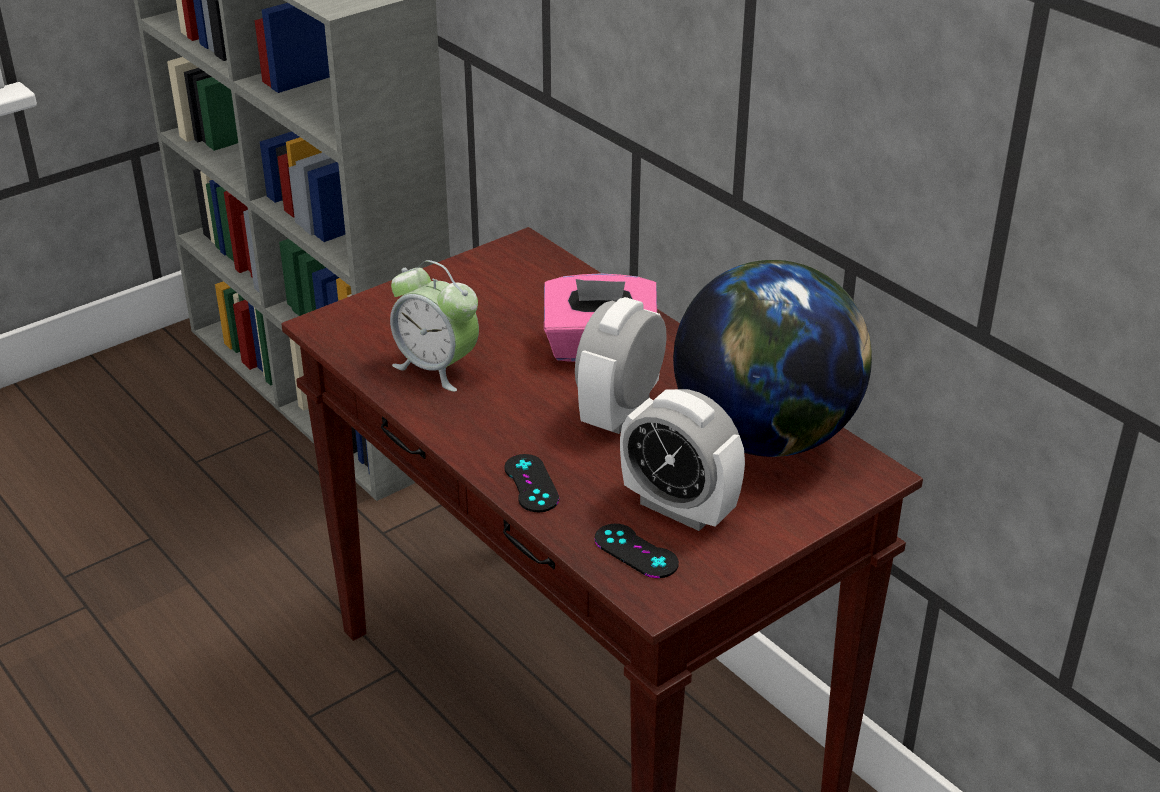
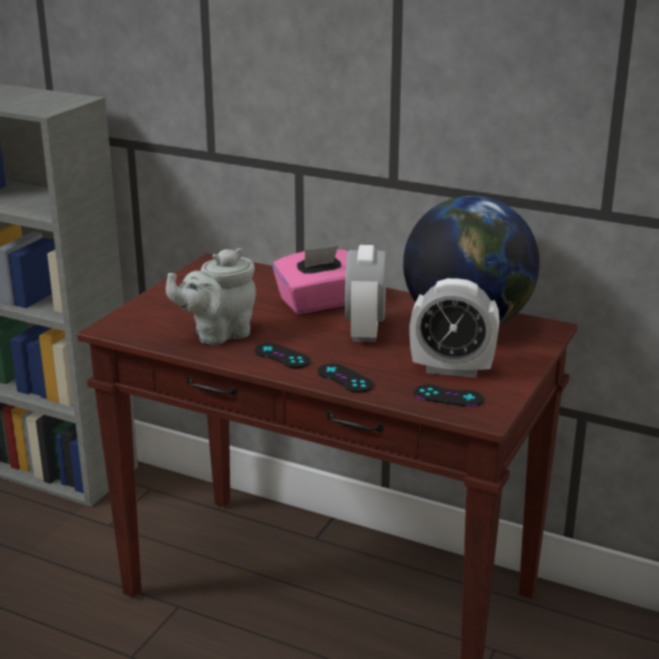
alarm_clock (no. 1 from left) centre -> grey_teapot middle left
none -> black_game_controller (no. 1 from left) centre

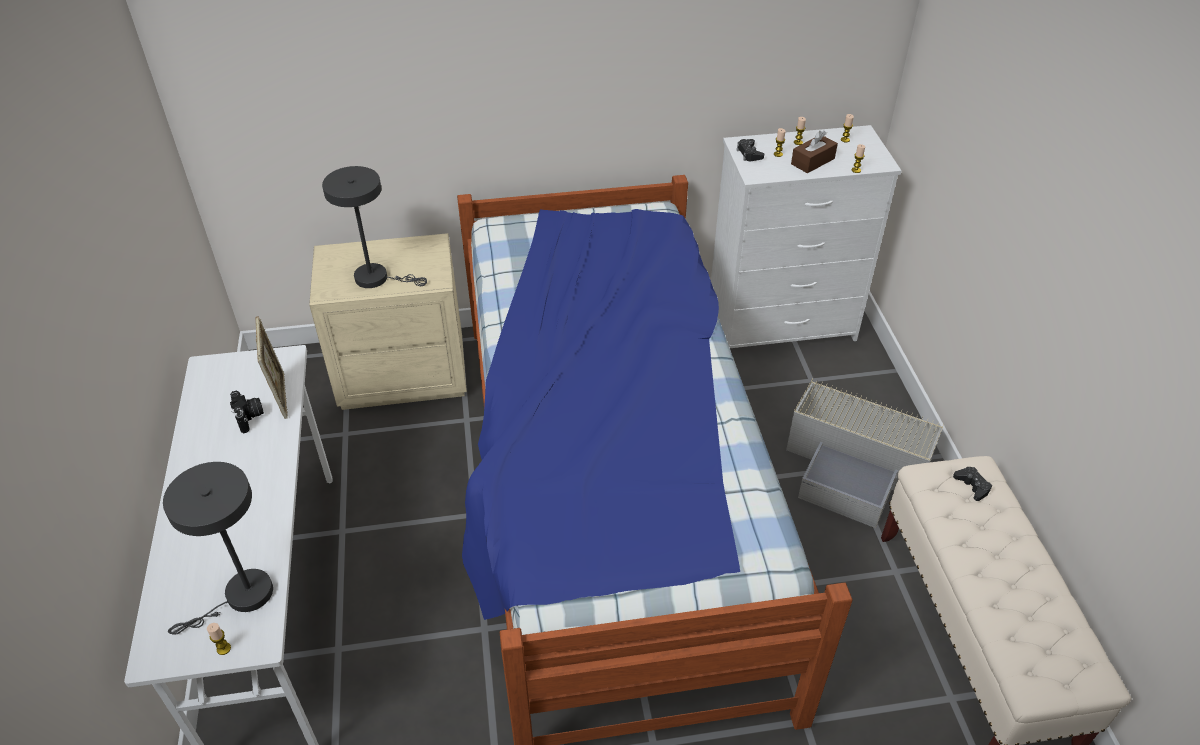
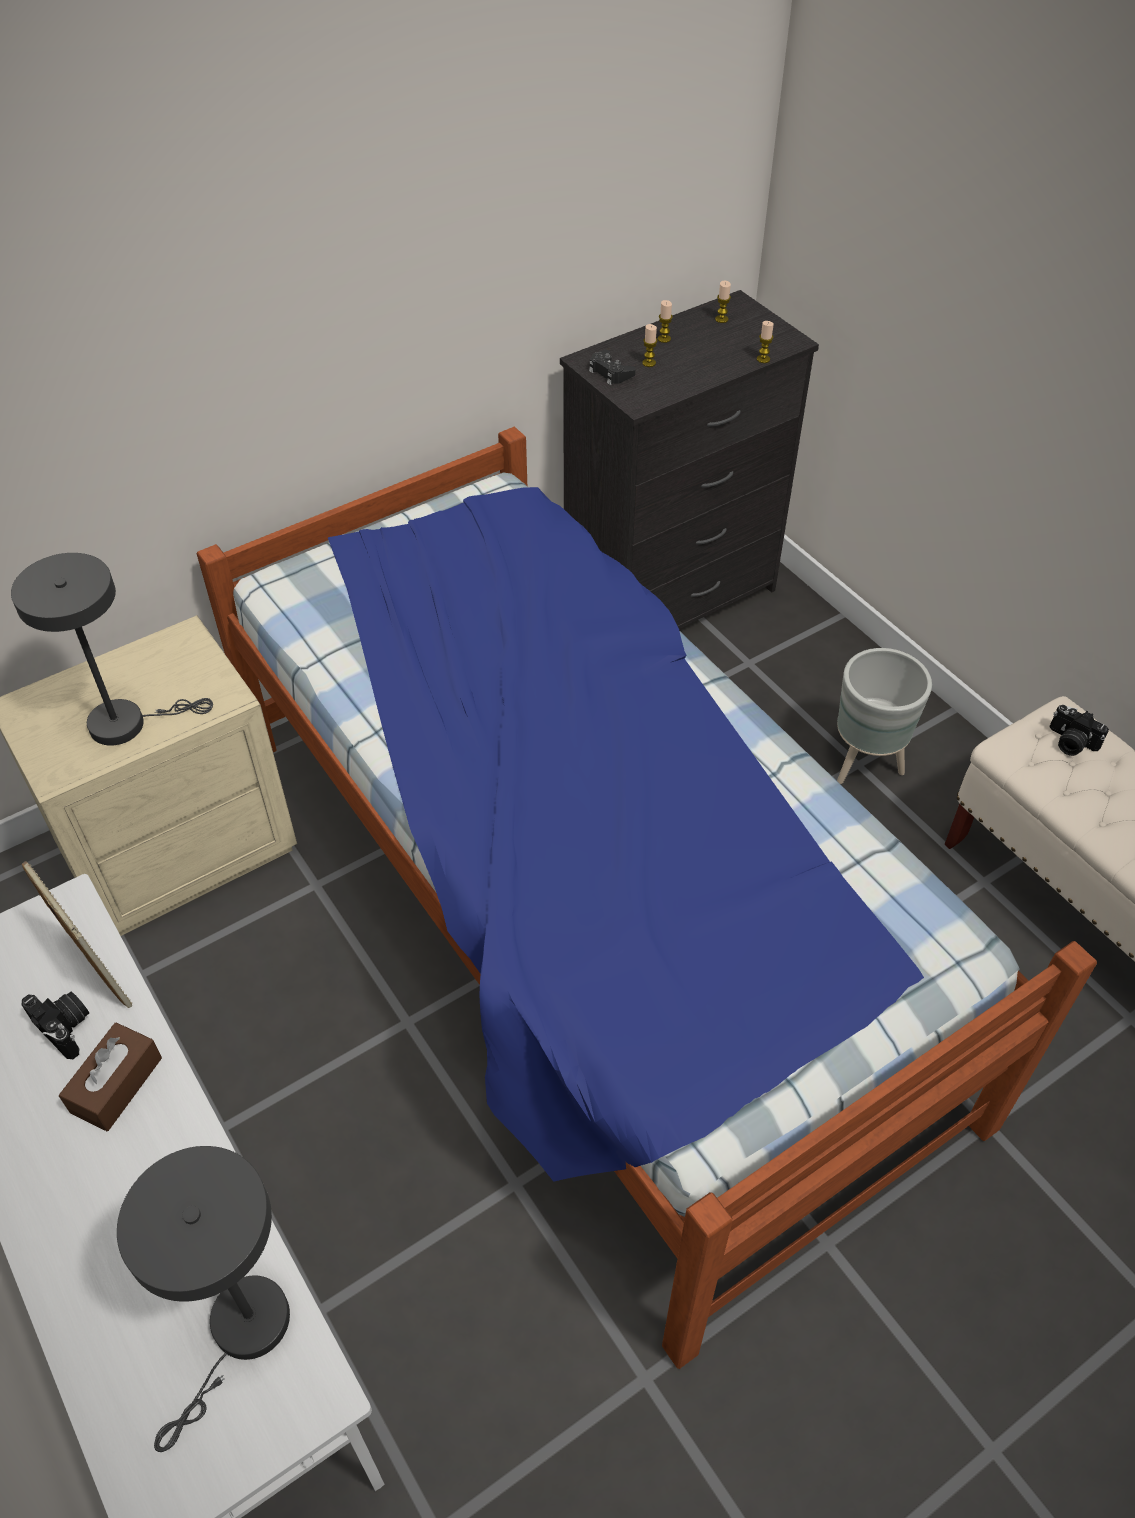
white_dresser top right -> black_dresser top centre
brown_tissue_box top right -> brown_tissue_box bottom left, relocated
grey_storage_box middle right -> grey_planter middle right
black_game_controller (no. 2 from left) middle right -> photo_camera (no. 2 from left) middle right
candle (no. 1 from left) bottom left -> none

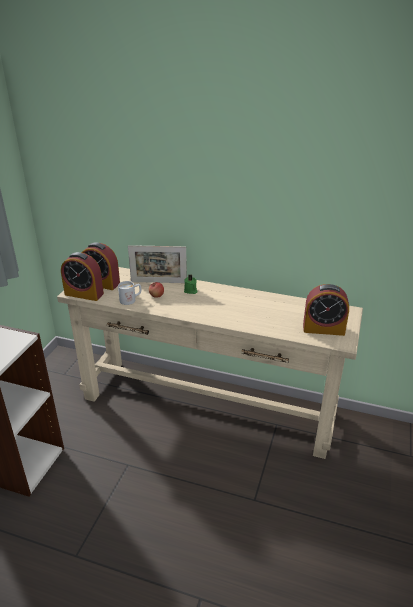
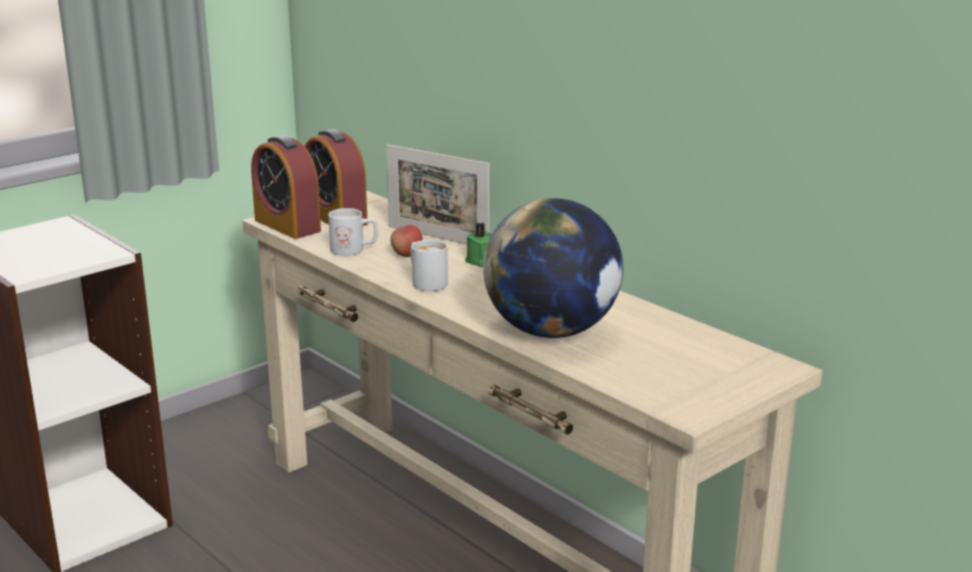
alarm_clock (no. 3 from left) middle right -> none
none -> globe centre
none -> white_mug (no. 2 from left) centre

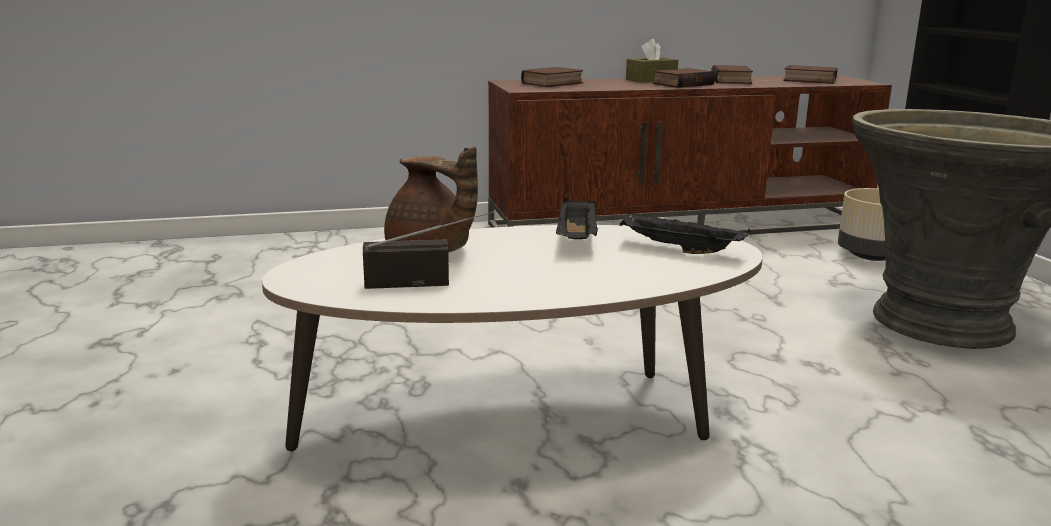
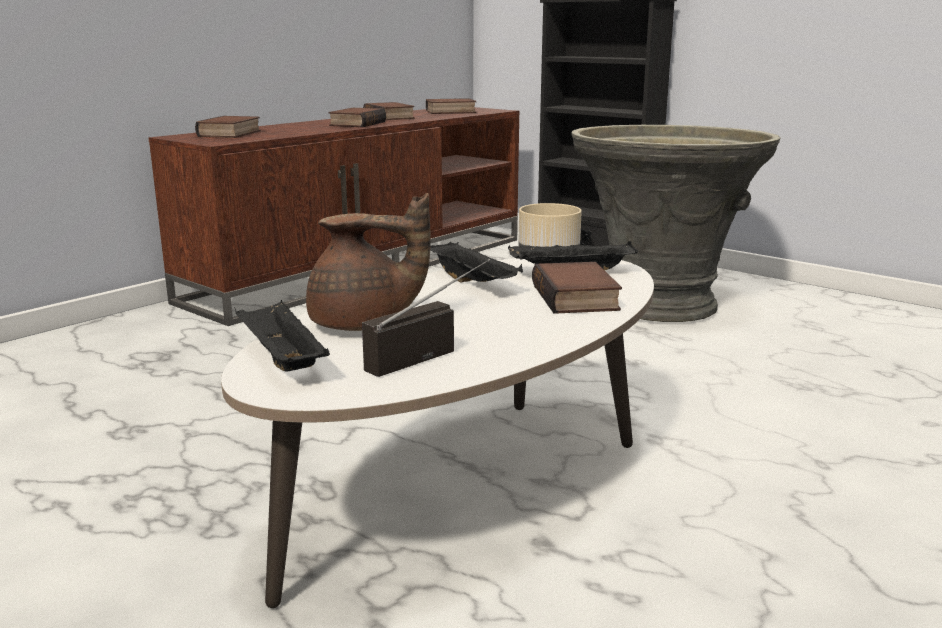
brown_tissue_box top centre -> none
none -> book (no. 5 from left) centre
none -> black_tray (no. 1 from left) middle left

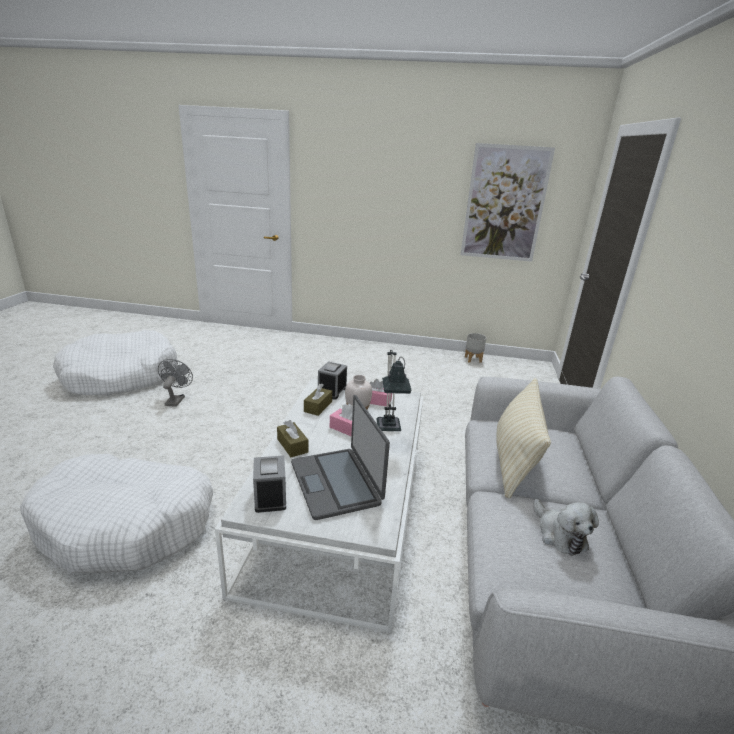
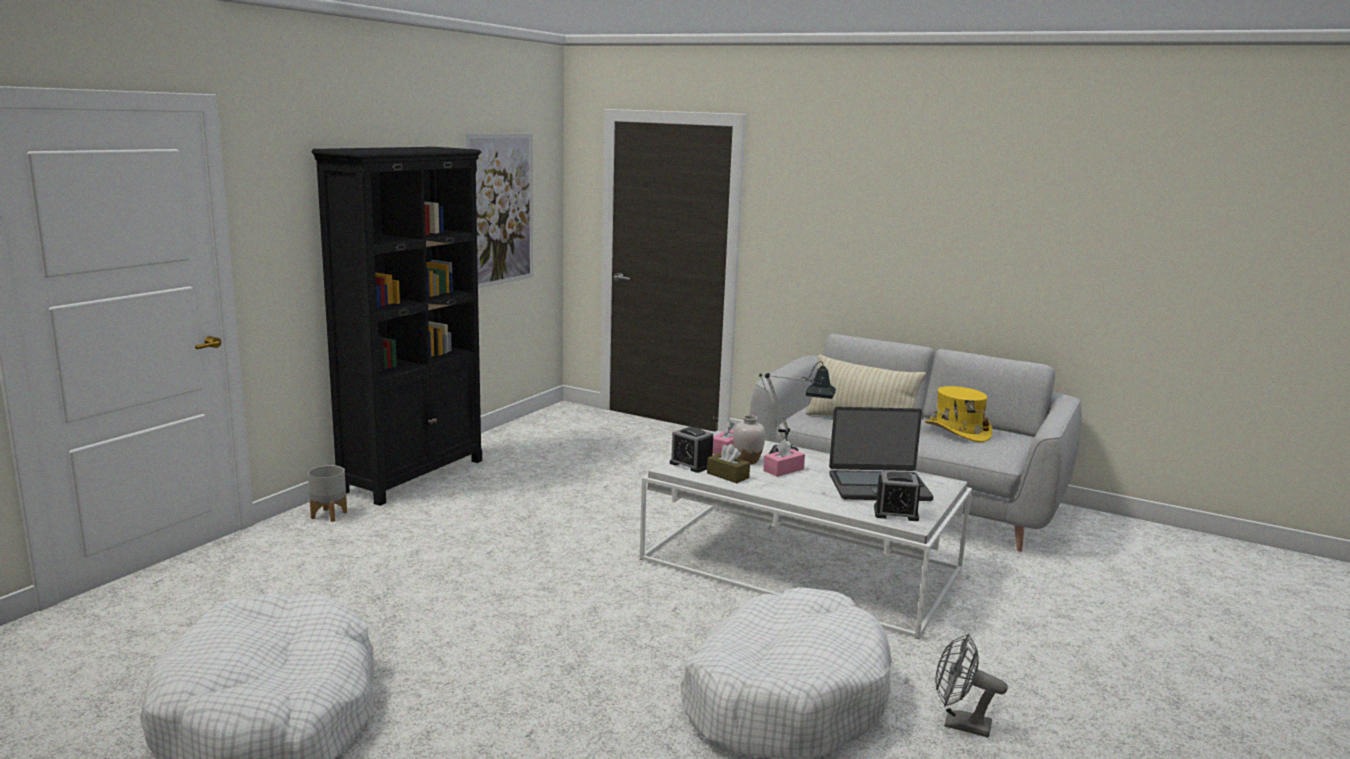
grey_planter centre -> grey_planter middle left, relocated
grey_fan middle left -> grey_fan bottom right, relocated
brown_tissue_box (no. 1 from left) centre -> none
plush_toy bottom right -> yellow_hat middle right
none -> black_bookcase middle left

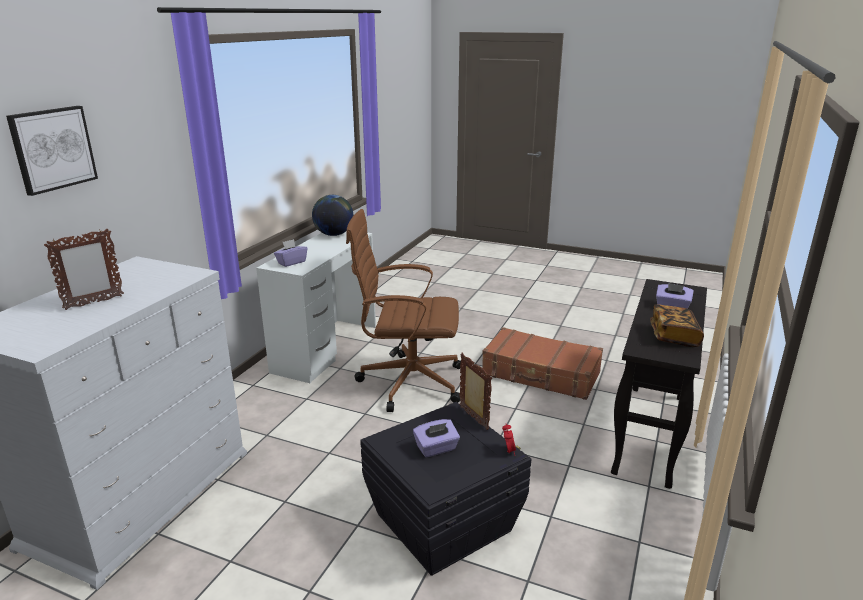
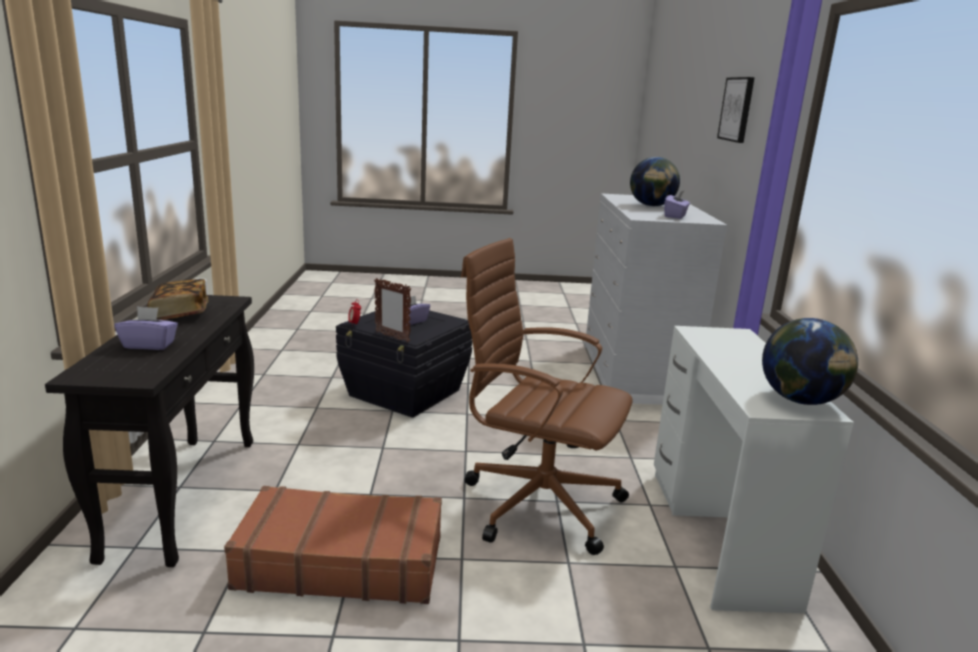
brown_office_chair centre, 135 degrees counterclockwise
picture_frame (no. 1 from left) middle left -> globe (no. 1 from left) top right
purple_tissue_box (no. 1 from left in the first image) centre -> purple_tissue_box (no. 3 from left) top right, relocated

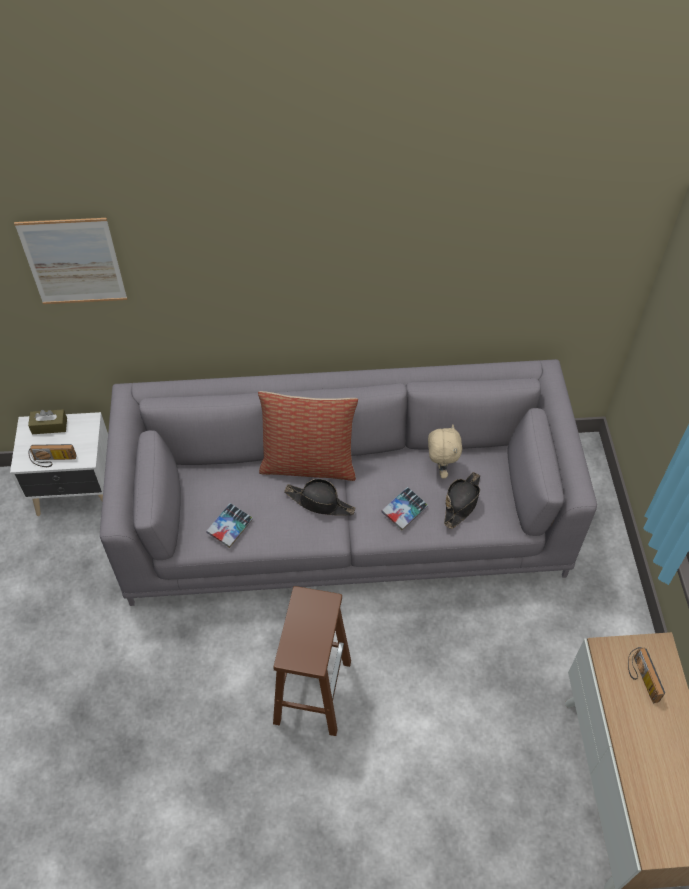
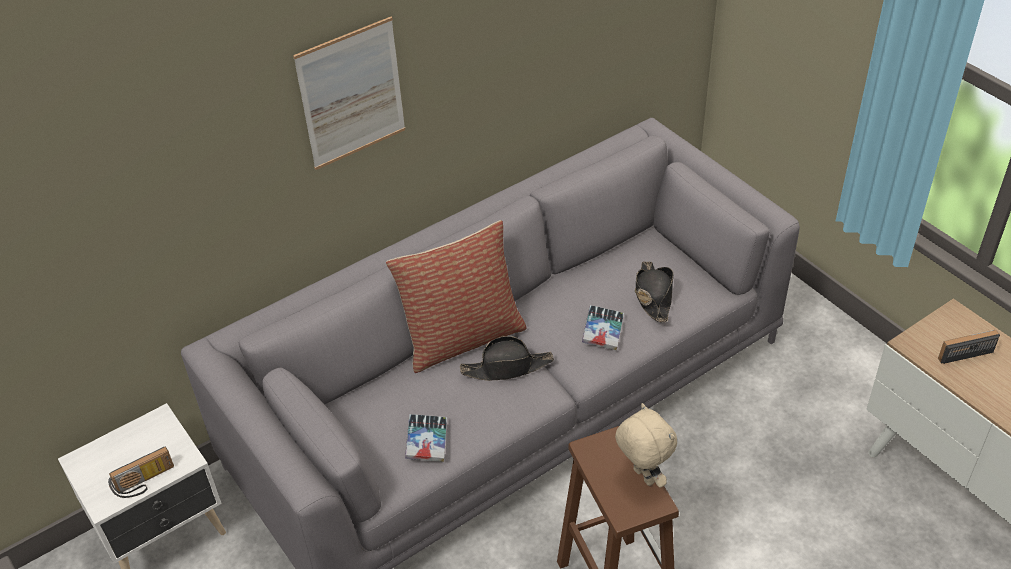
picture top left -> picture top centre, relocated
brown_tissue_box middle left -> none
beige_plush_toy centre -> beige_plush_toy bottom centre, relocated
radio (no. 2 from left) bottom right -> radio (no. 2 from left) middle right, 120 degrees clockwise

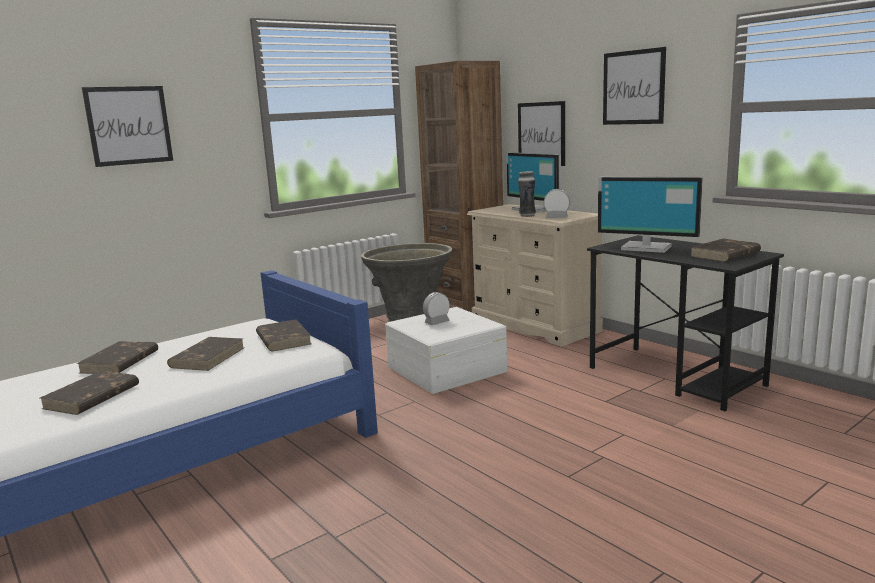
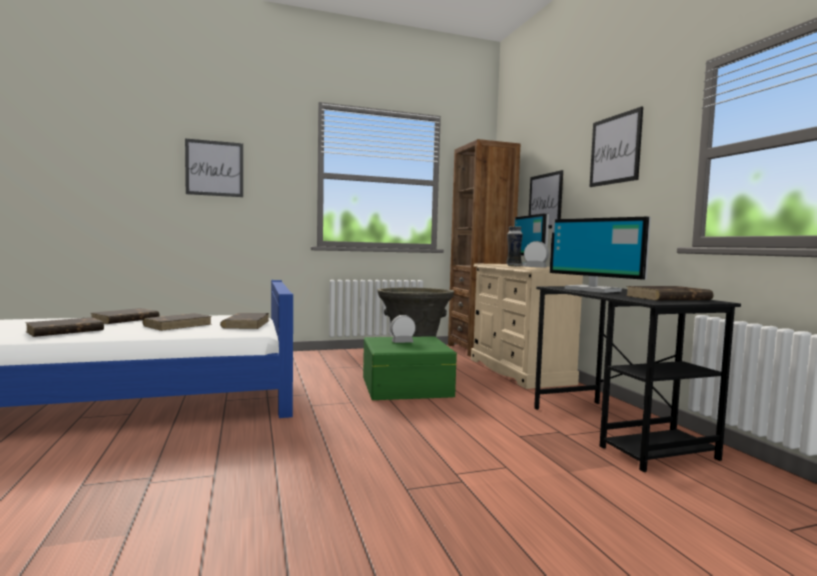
white_storage_box centre -> green_storage_box centre

